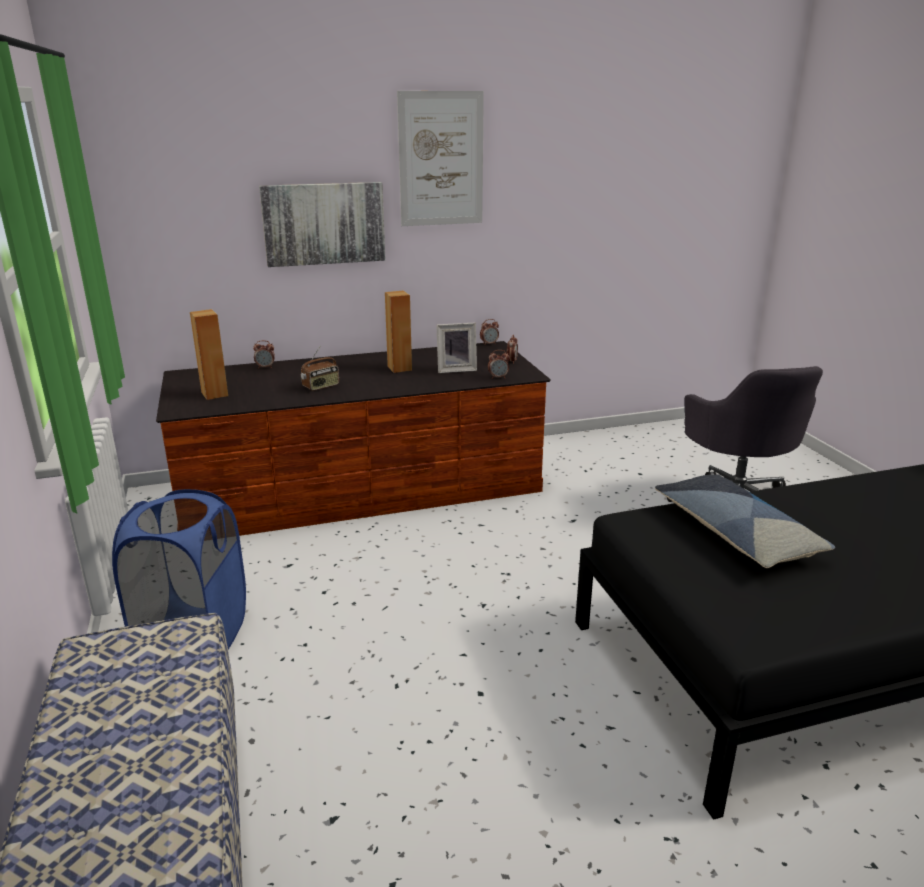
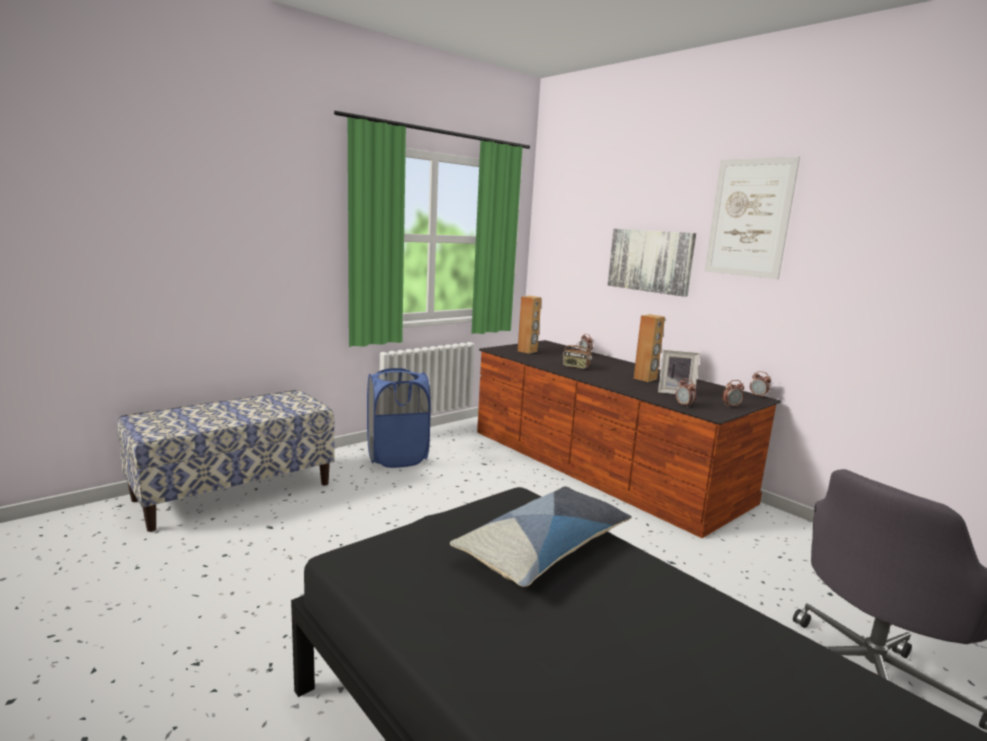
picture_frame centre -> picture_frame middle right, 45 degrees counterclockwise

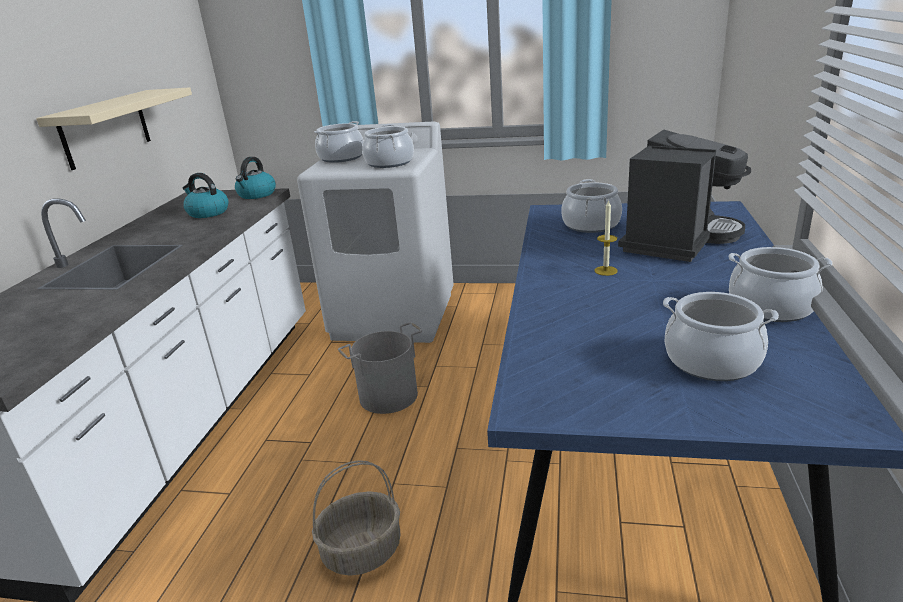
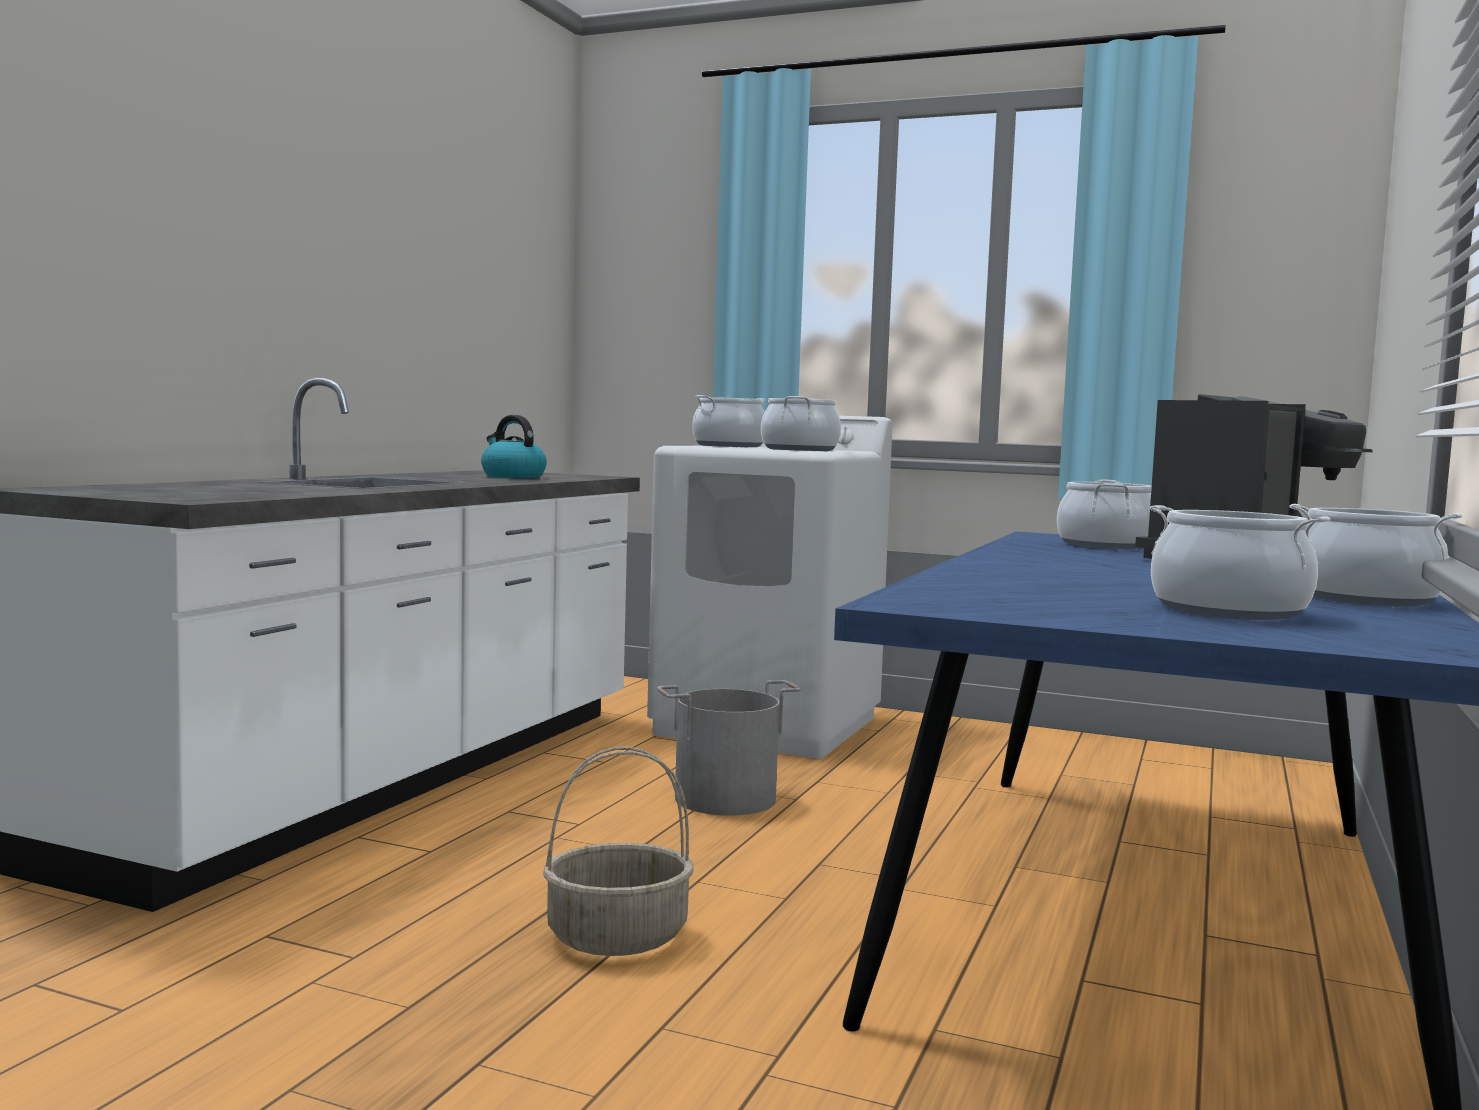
beige_shelf top left -> none
kettle (no. 2 from left) top left -> none
candle middle right -> none

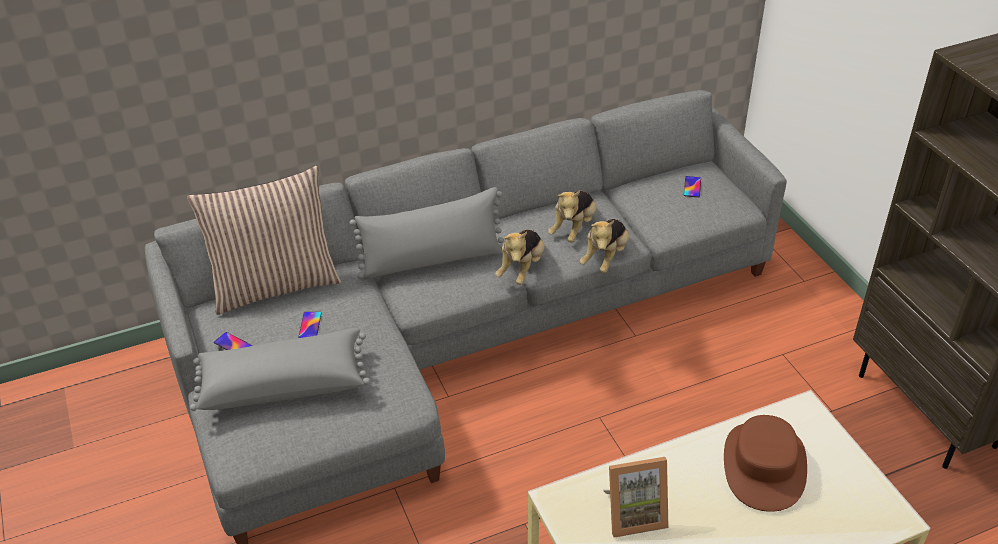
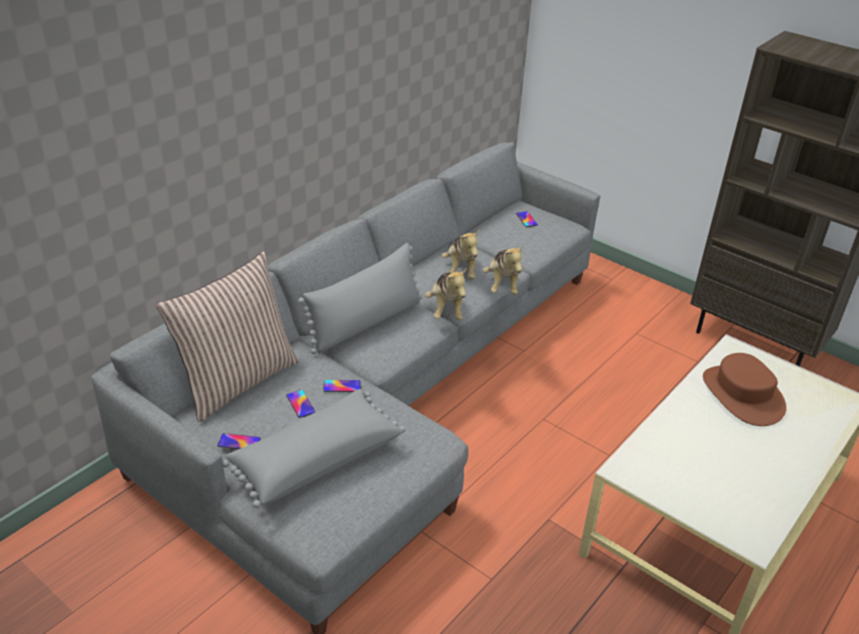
picture_frame bottom centre -> none
none -> phone (no. 3 from left) centre

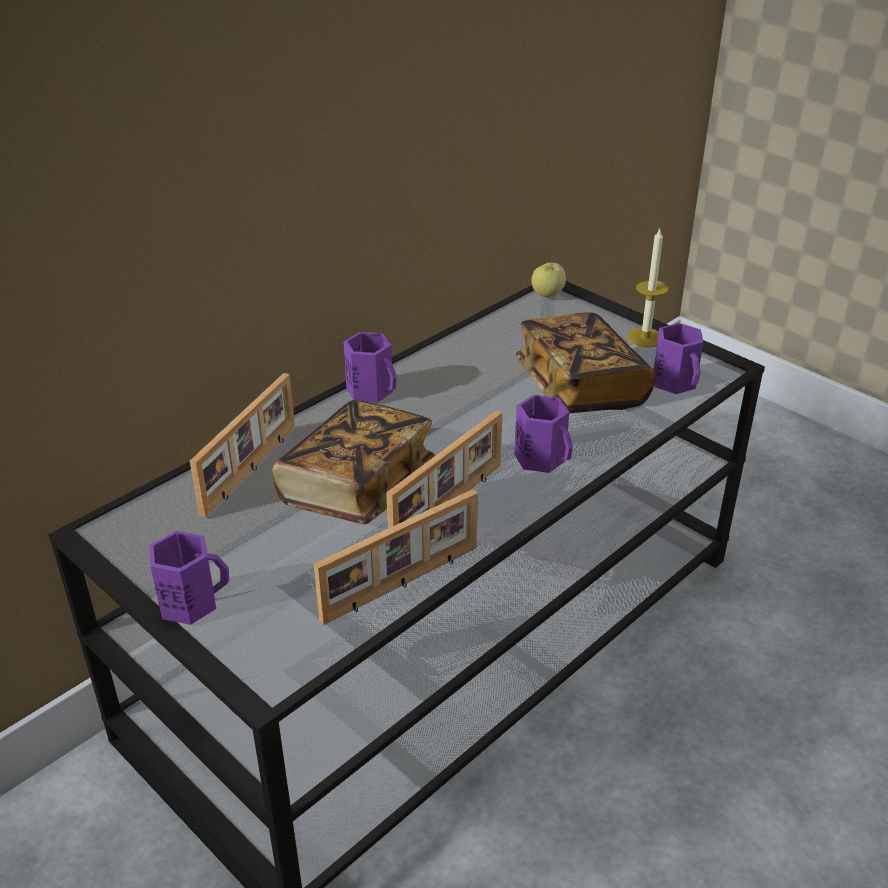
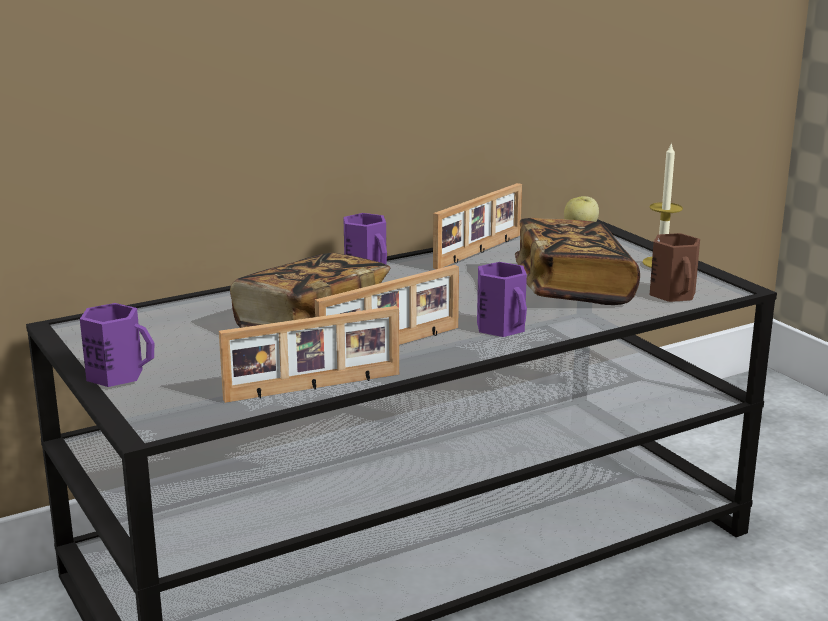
purple_mug (no. 4 from left) middle right -> brown_mug middle right
picture_frame (no. 1 from left in the first image) middle left -> picture_frame (no. 3 from left) centre, relocated

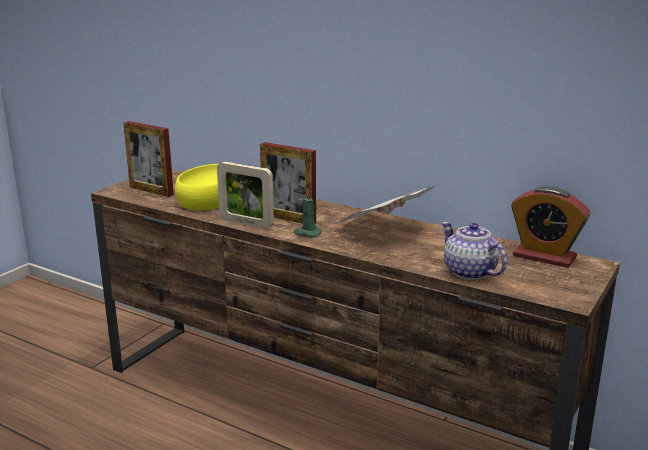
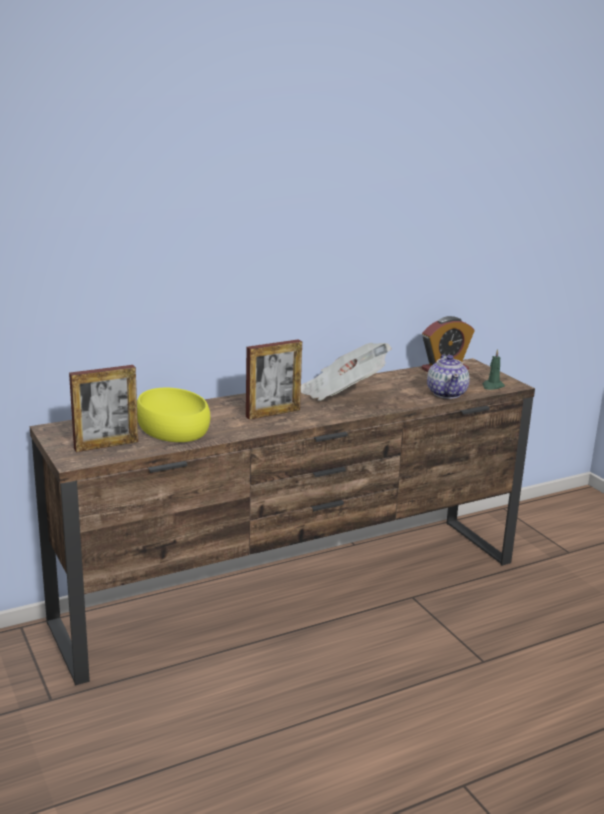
picture_frame (no. 2 from left) centre -> none
green_candle centre -> green_candle middle right, relocated
teapot middle right, 90 degrees counterclockwise

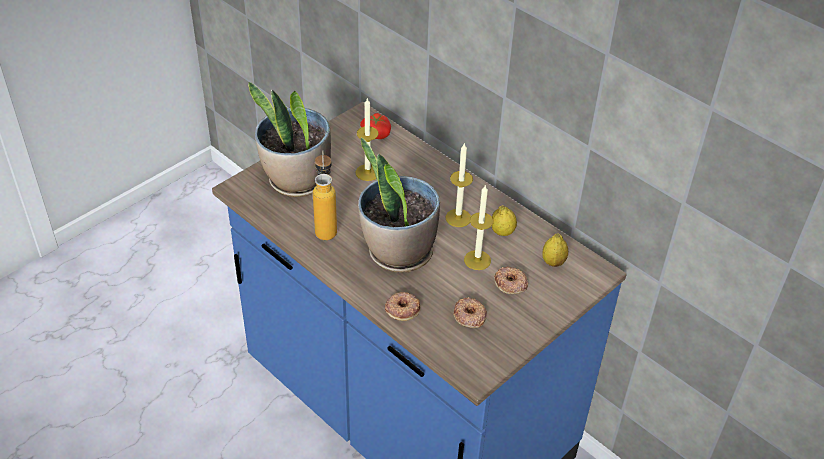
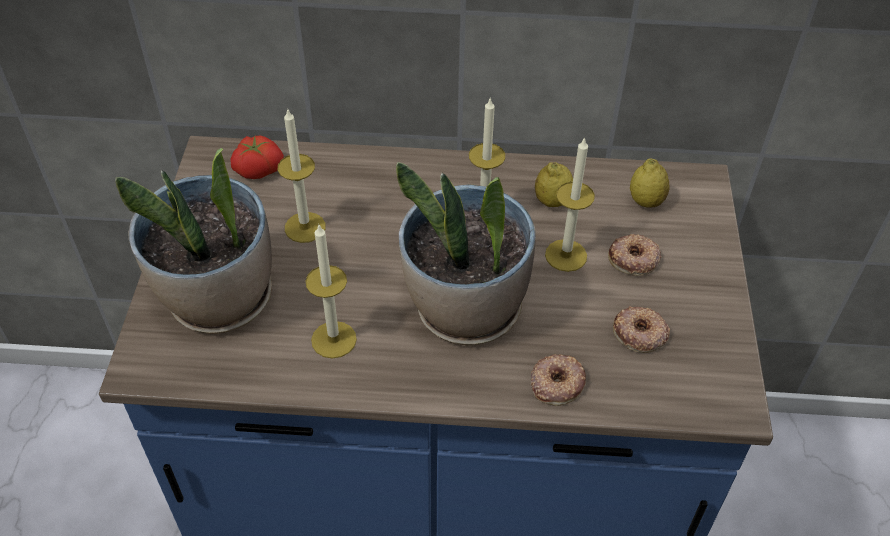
bottle centre -> candle (no. 2 from left) centre

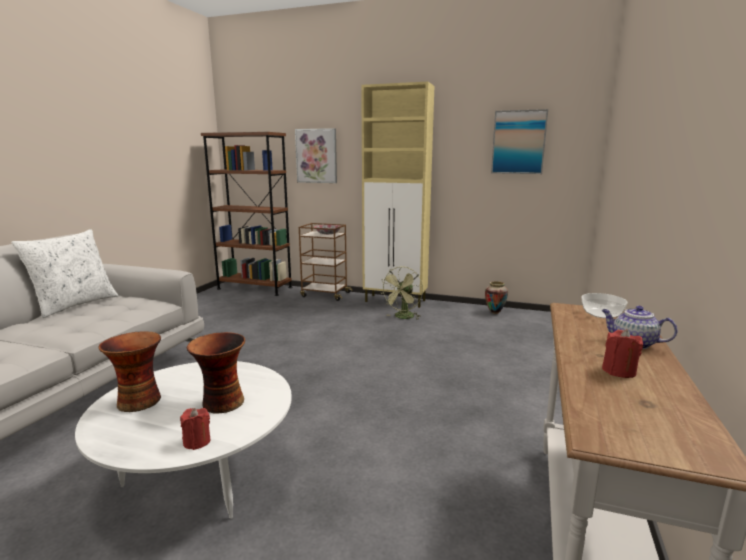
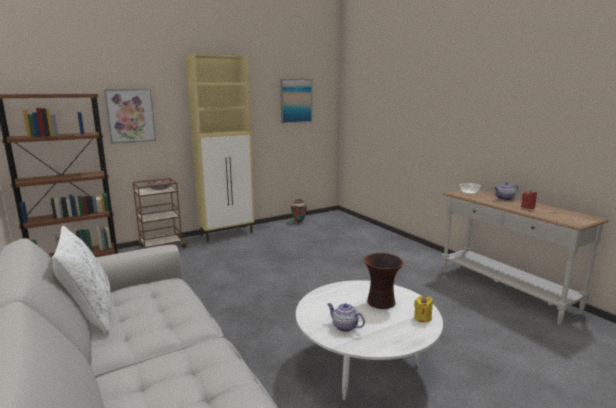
green_fan centre -> none
vase (no. 1 from left) middle left -> teapot (no. 1 from left) bottom centre
red_candle (no. 1 from left) bottom left -> yellow_candle bottom right

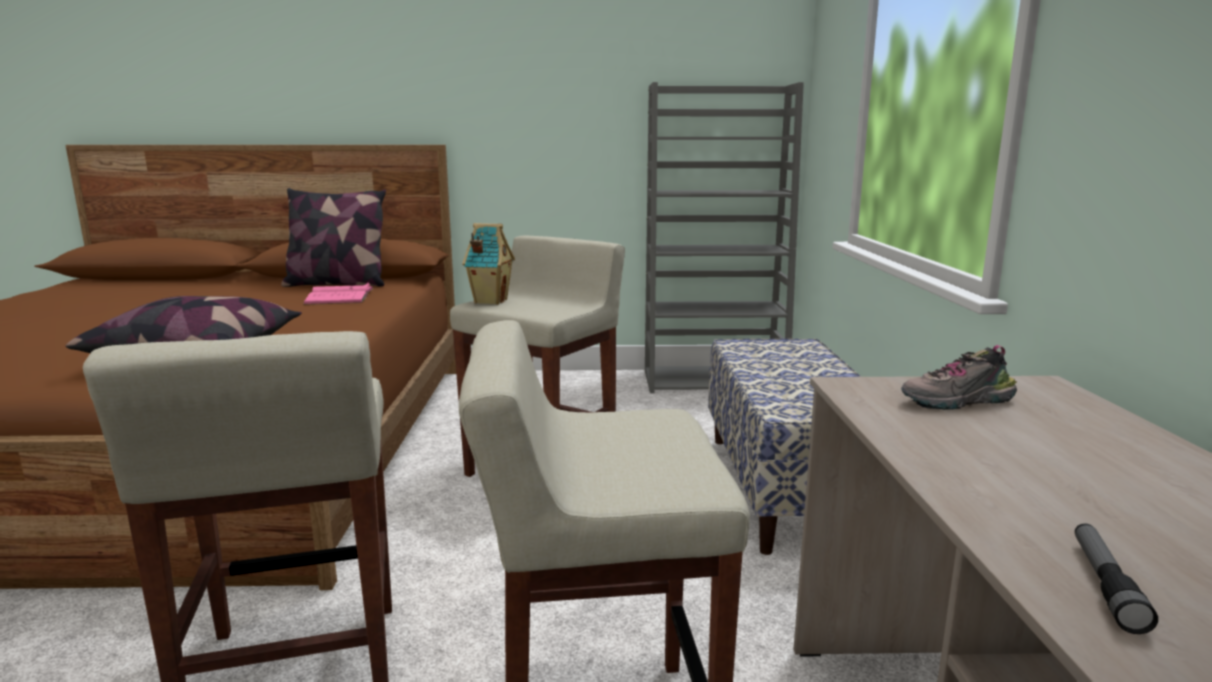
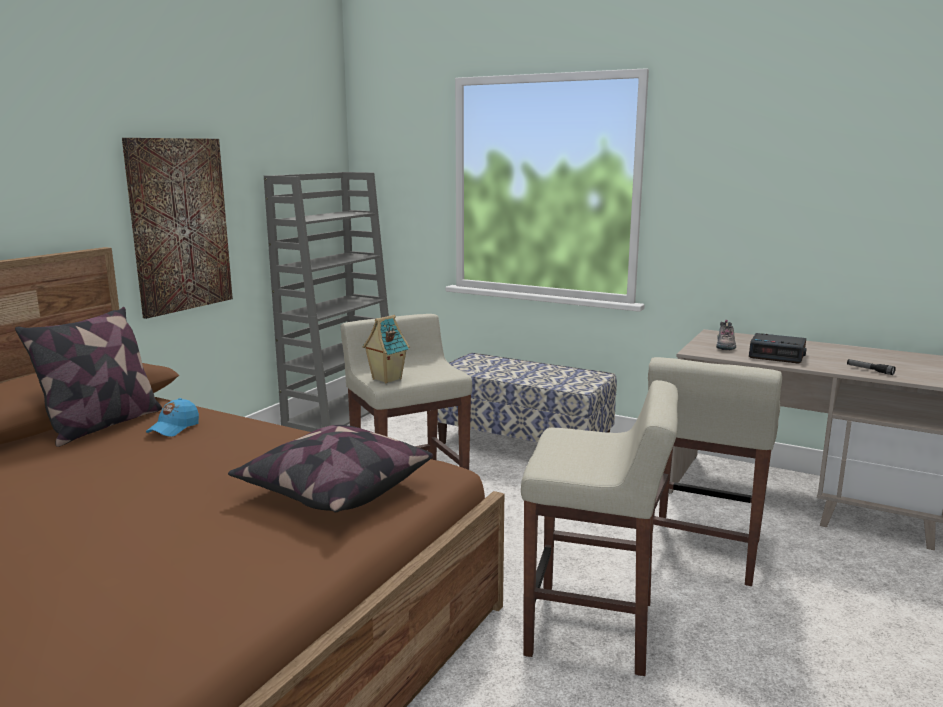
pink_book middle left -> blue_cap middle left
none -> picture top left
none -> alarm_clock middle right

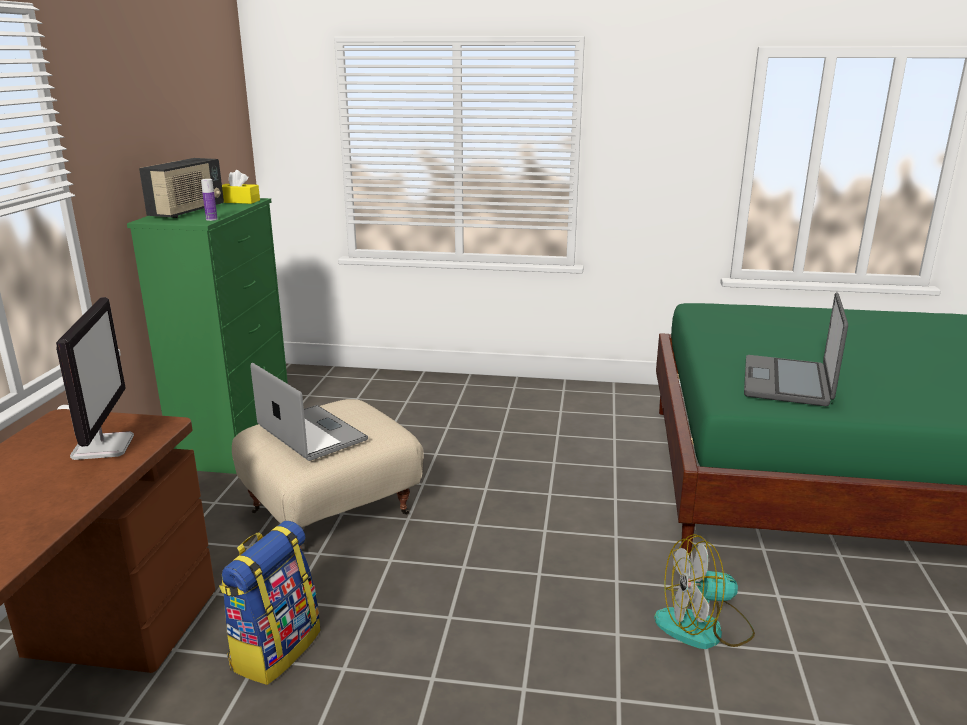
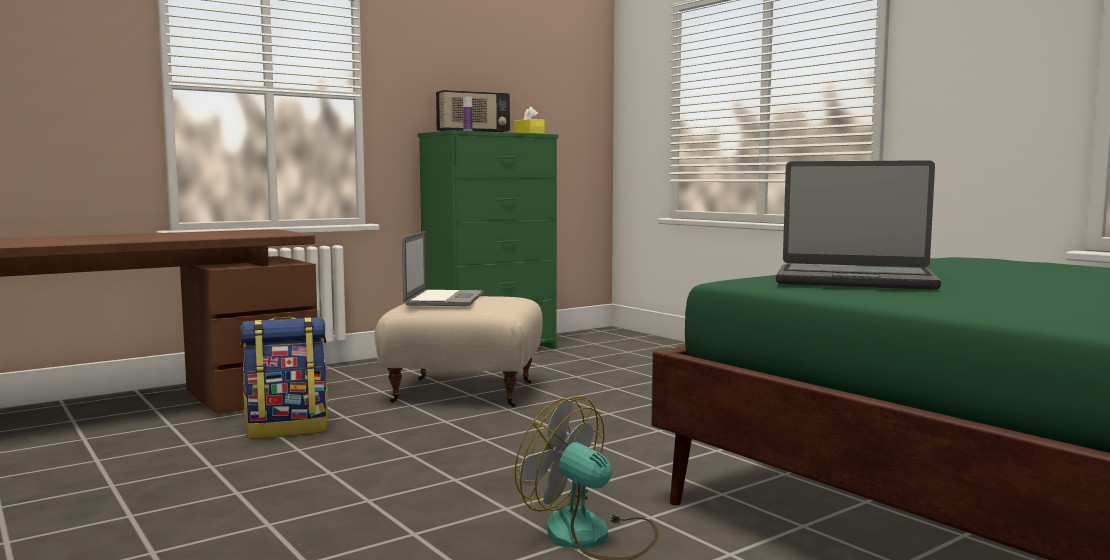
laptop (no. 2 from left) middle right, 135 degrees counterclockwise
monitor middle left -> none

